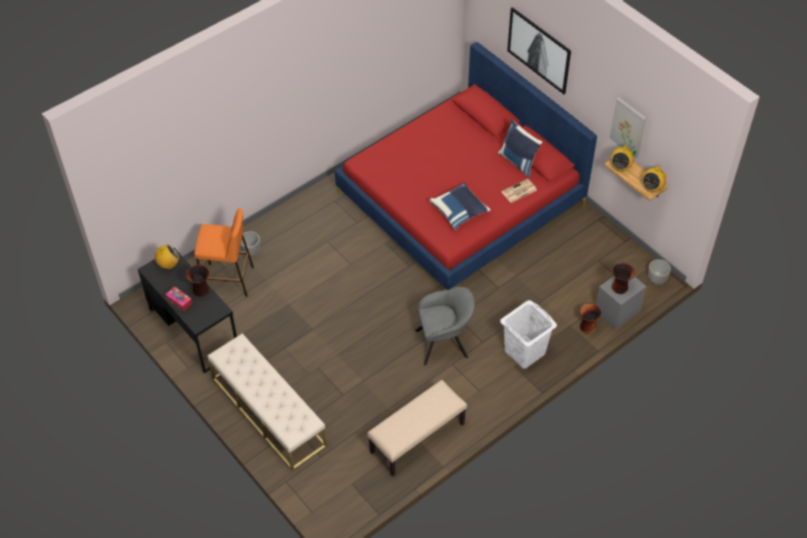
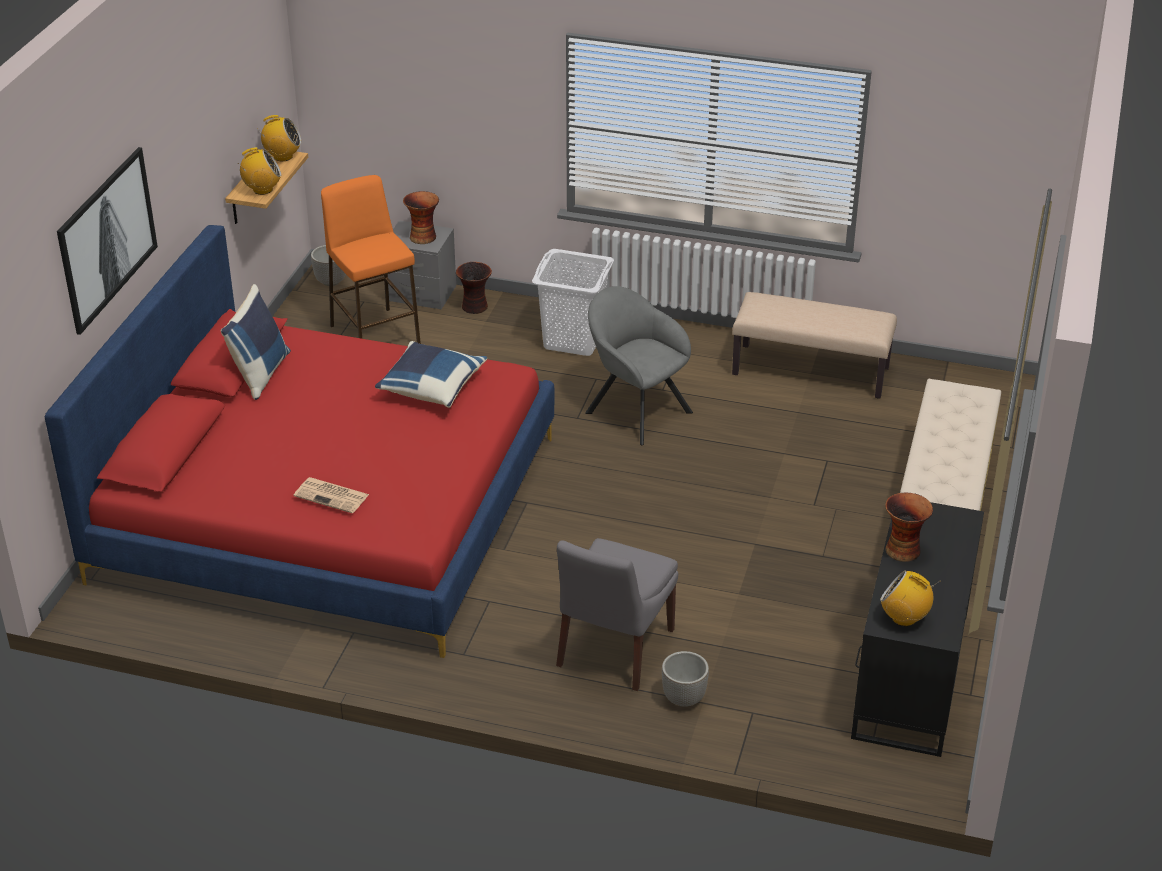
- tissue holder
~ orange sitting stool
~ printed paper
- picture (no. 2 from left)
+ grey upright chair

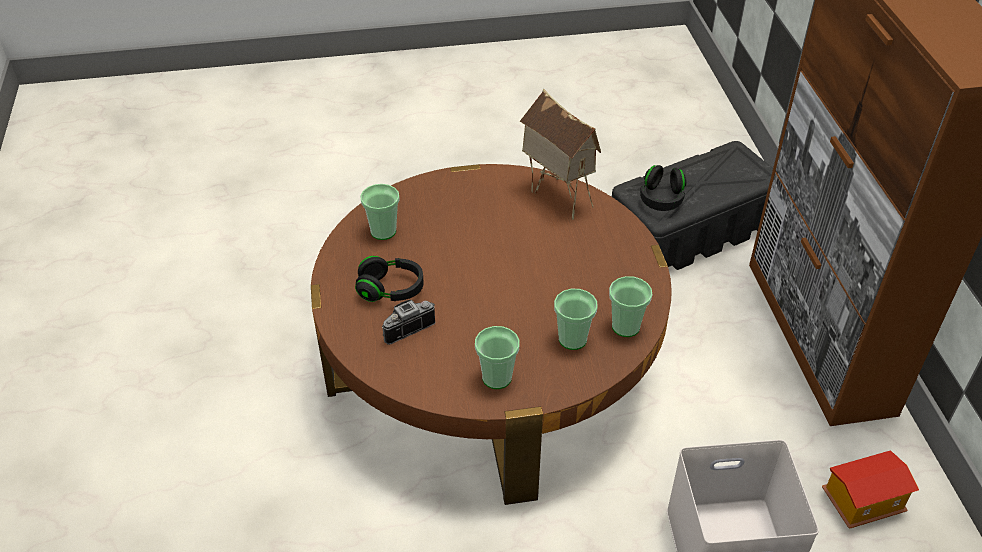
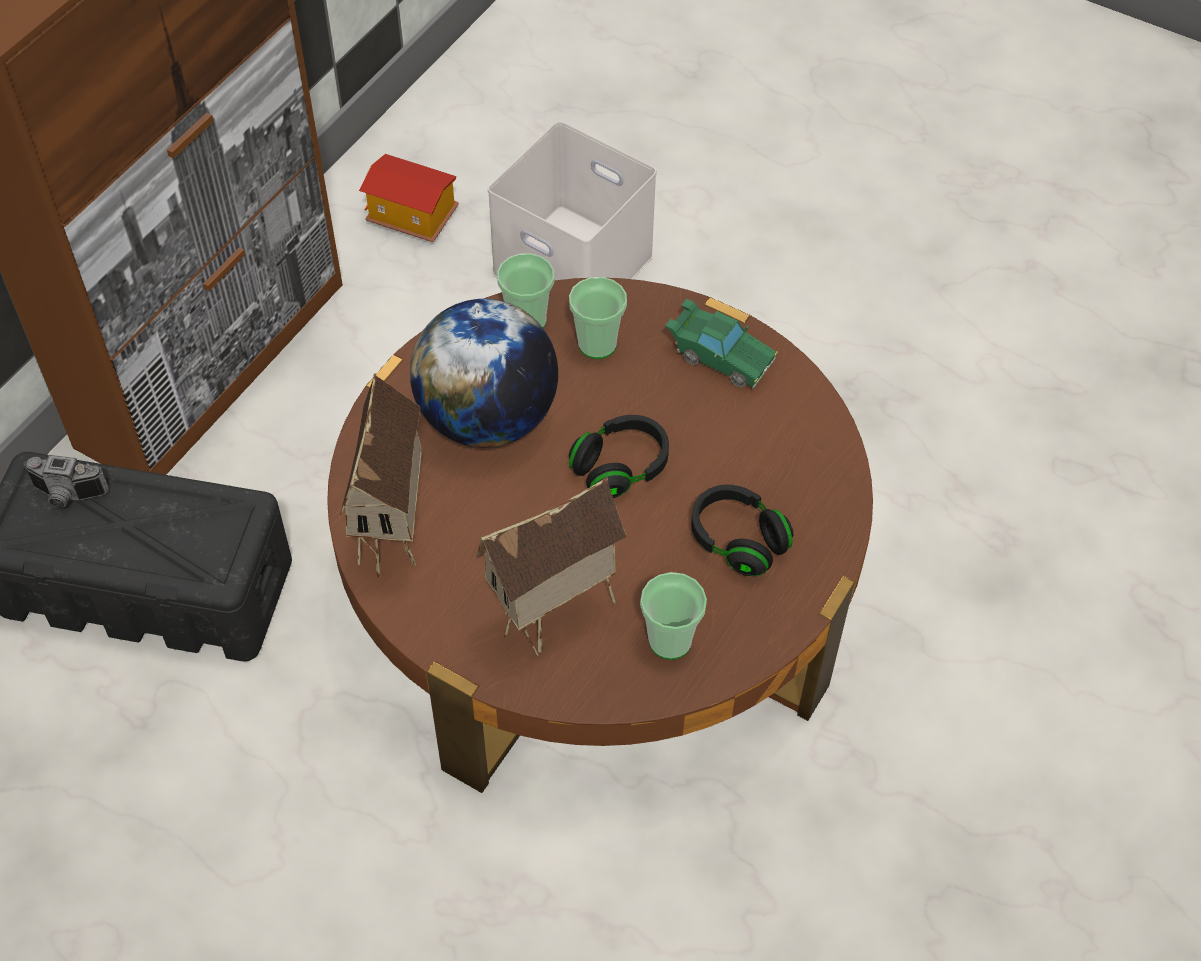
~ still camera
~ cup (no. 2 from left) to greenish miniature car
~ black-coloured headset (no. 2 from left in the first image) to black-coloured headset (no. 1 from left)
+ globe
+ miniature house (no. 3 from left)

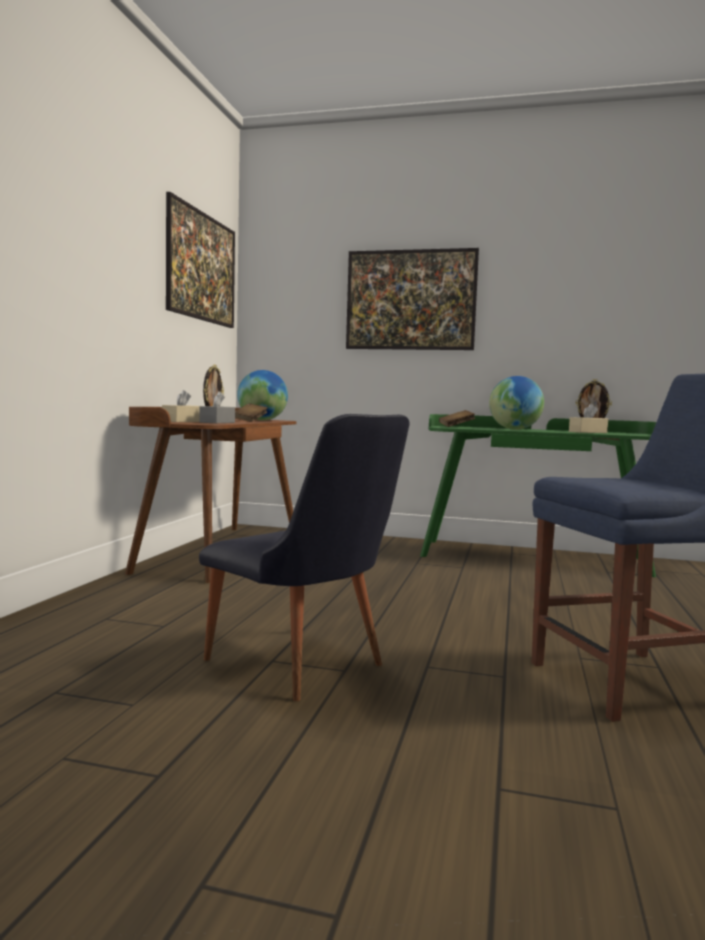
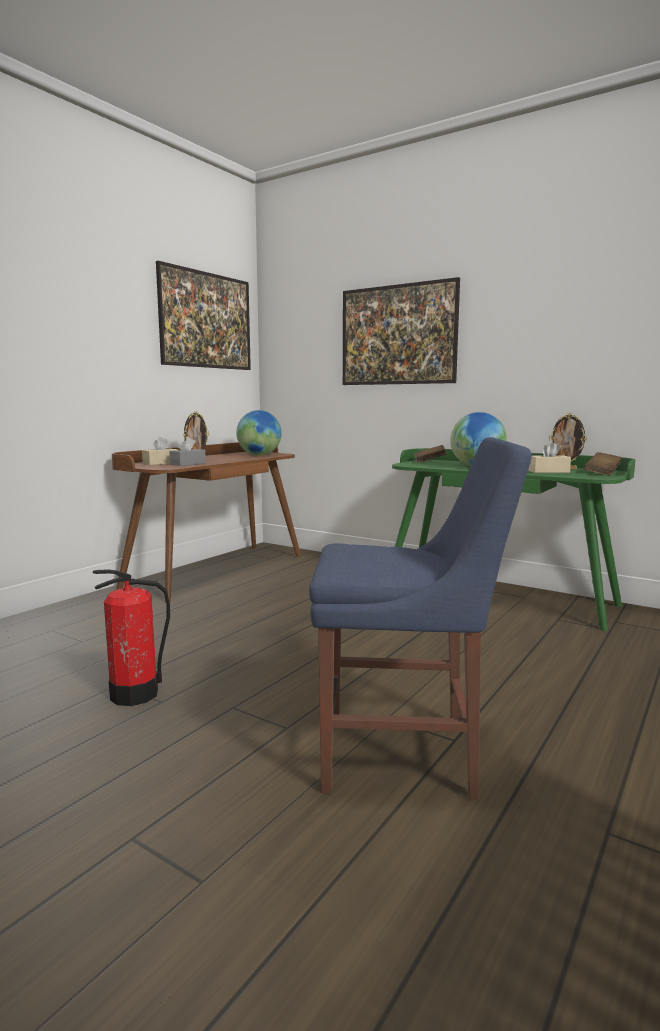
~ black-coloured upright chair to fire-fighting cylinder
~ brownish volume (no. 1 from left in the first image) to brownish volume (no. 2 from left)

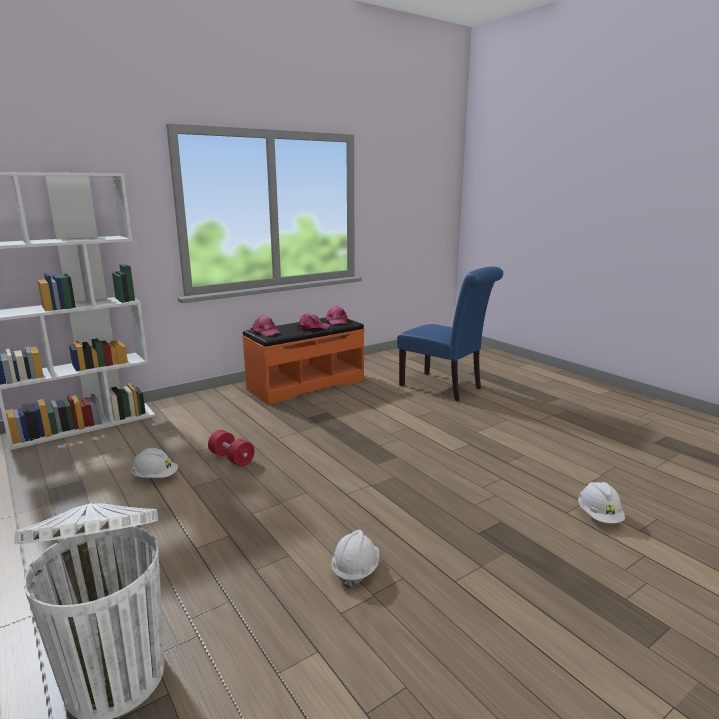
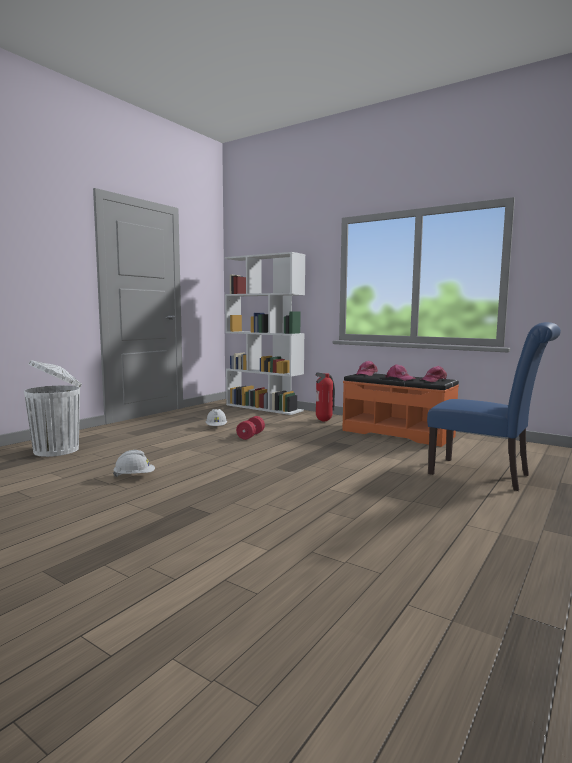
~ blue upright chair 75 degrees counterclockwise
- white safety helmet (no. 3 from left)
+ fire-fighting cylinder

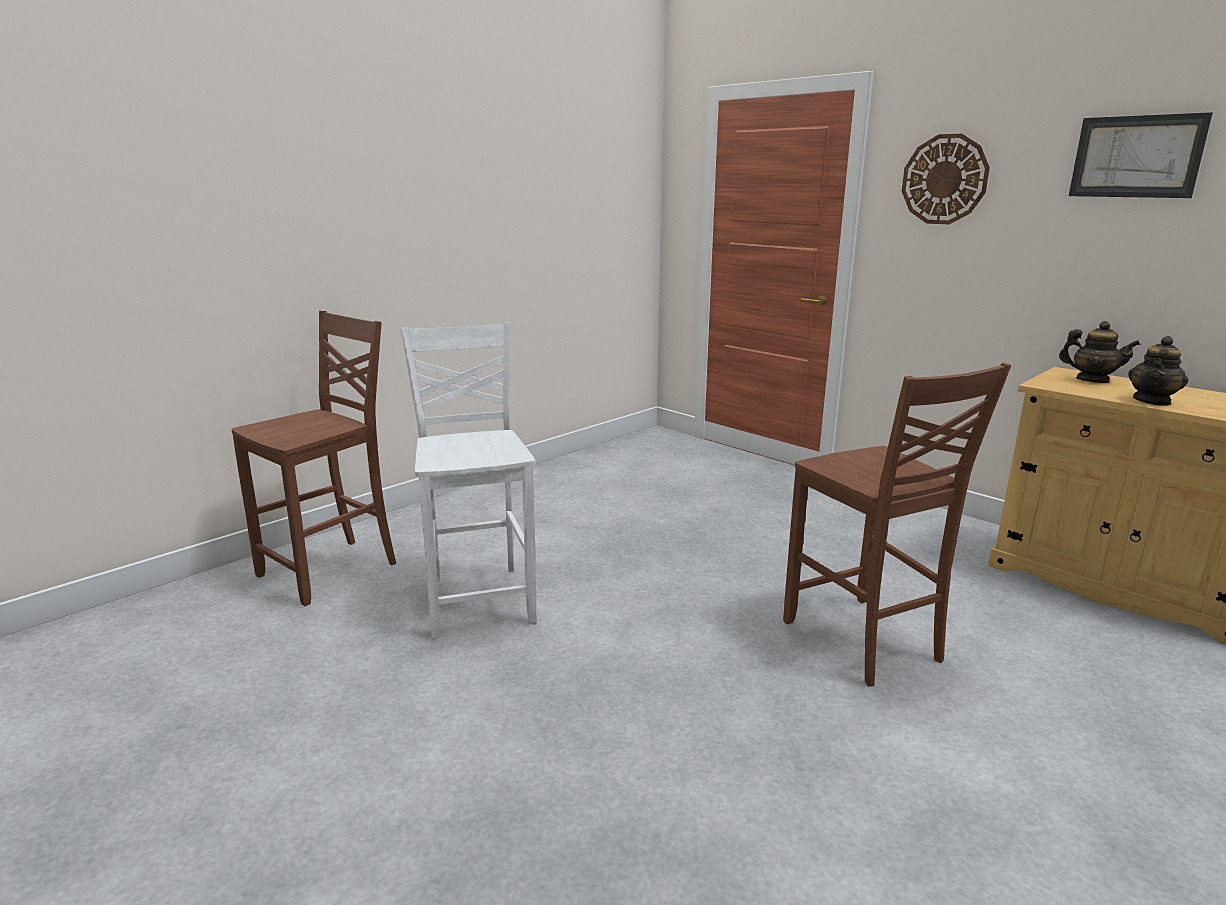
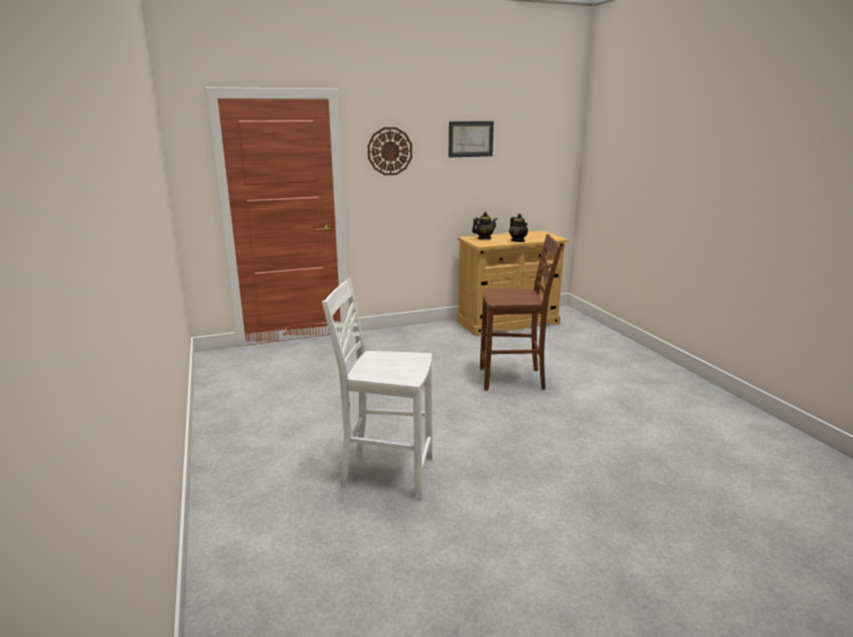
- brownish upright chair (no. 1 from left)

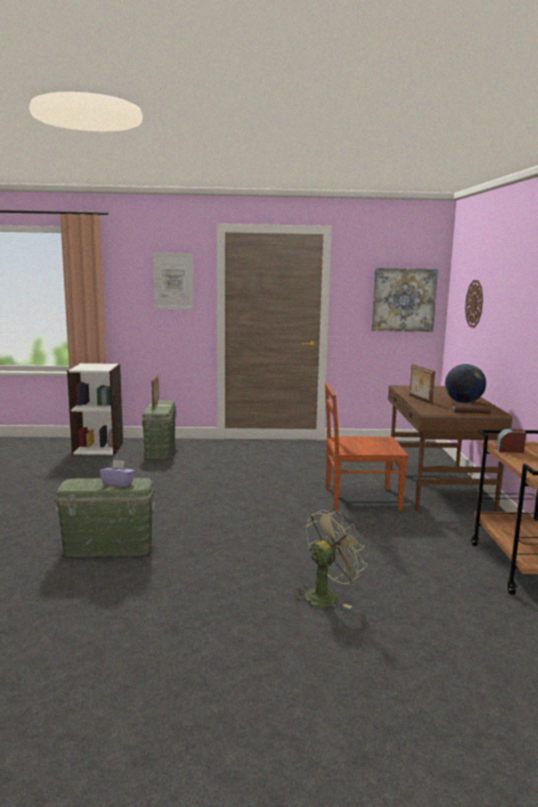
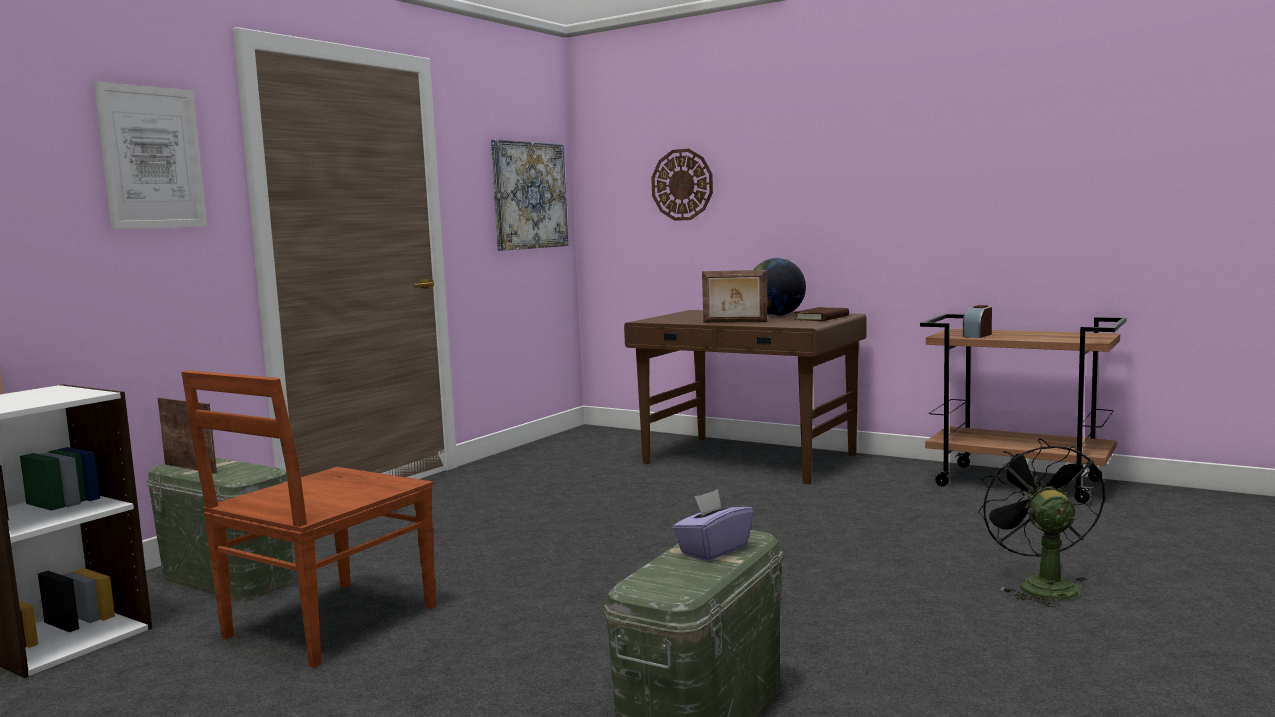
~ greenish fan to black-coloured fan
~ brownish upright chair

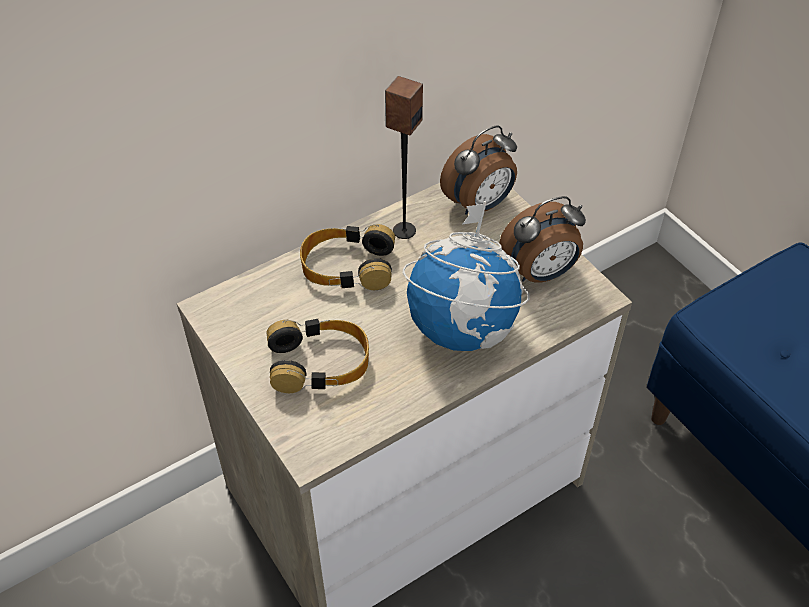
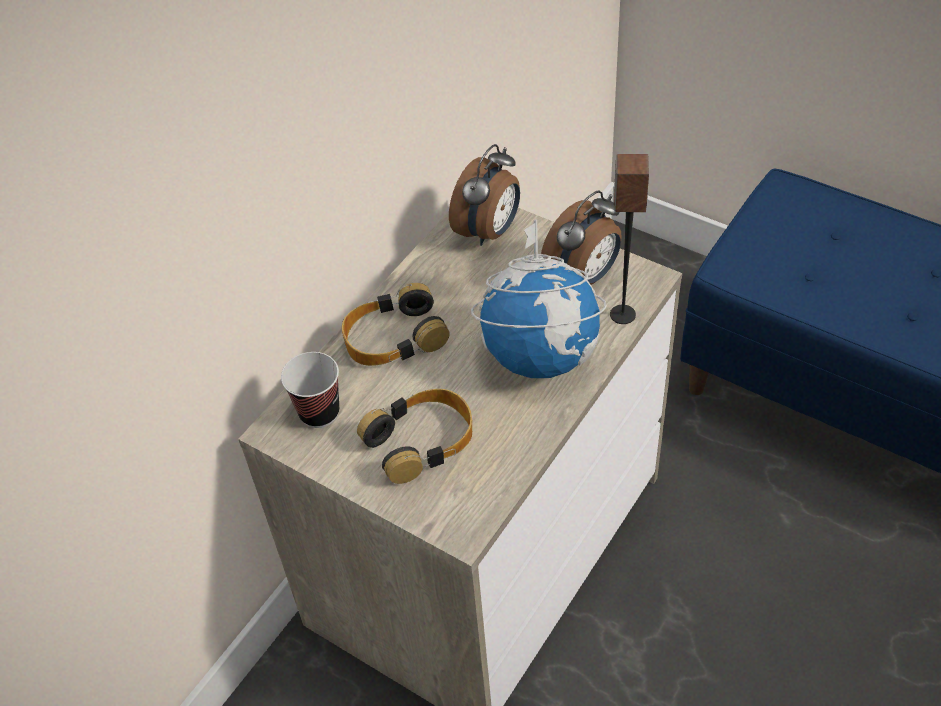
~ speaker
+ cup

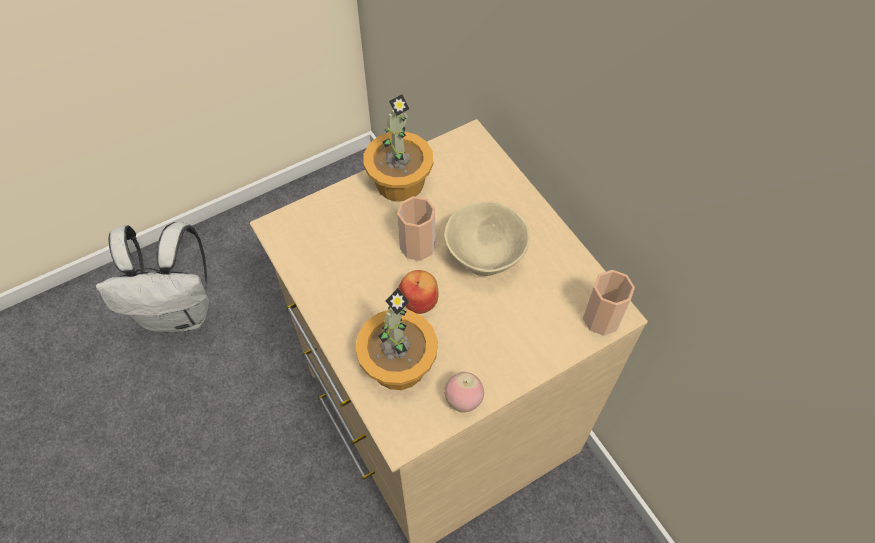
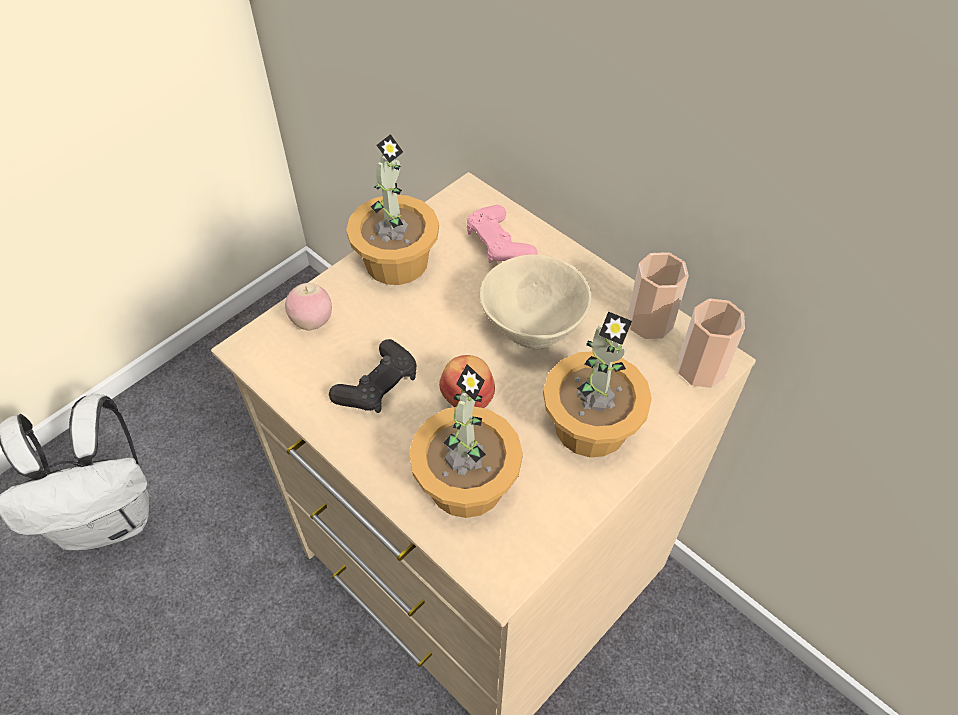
~ cup (no. 1 from left)
~ apple (no. 2 from left in the first image) to apple (no. 1 from left)
+ black-coloured joypad
+ pinkish joypad
+ plant in a pot (no. 3 from left)

